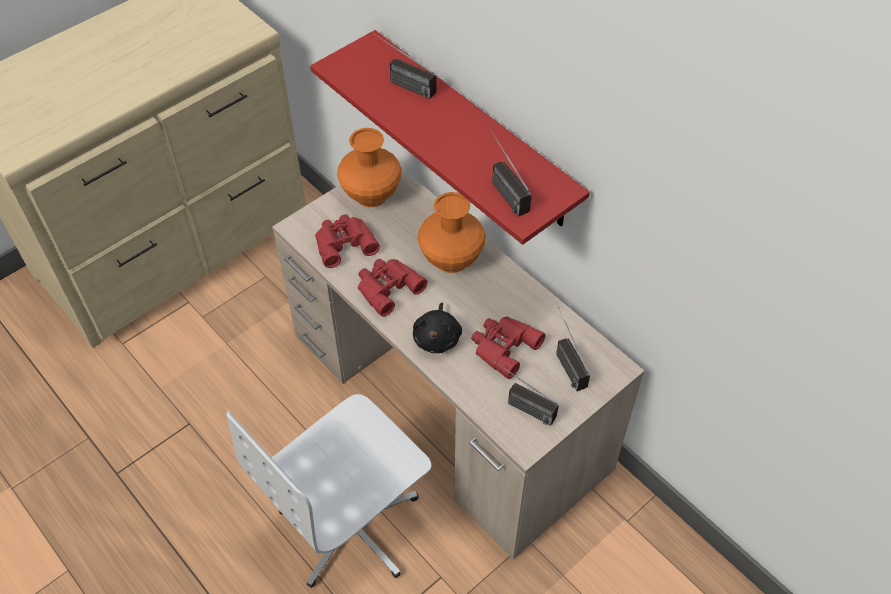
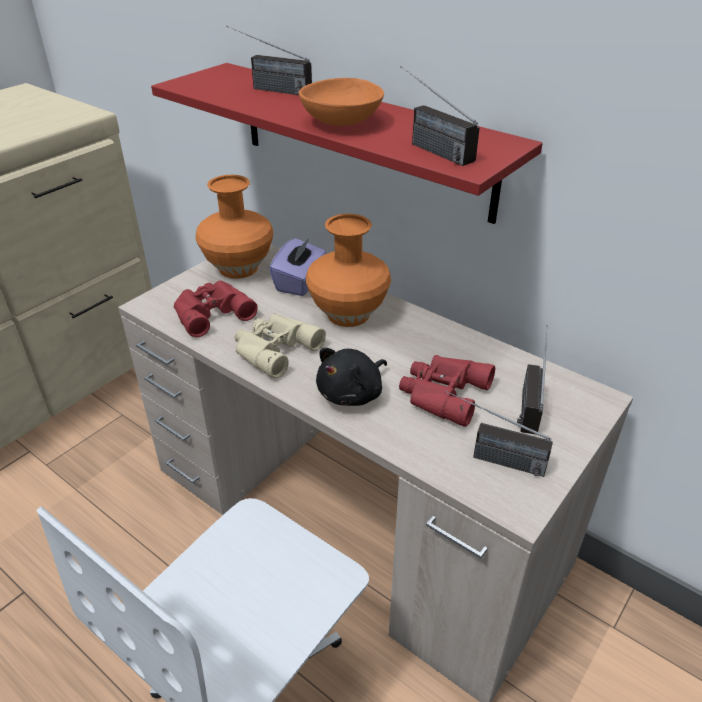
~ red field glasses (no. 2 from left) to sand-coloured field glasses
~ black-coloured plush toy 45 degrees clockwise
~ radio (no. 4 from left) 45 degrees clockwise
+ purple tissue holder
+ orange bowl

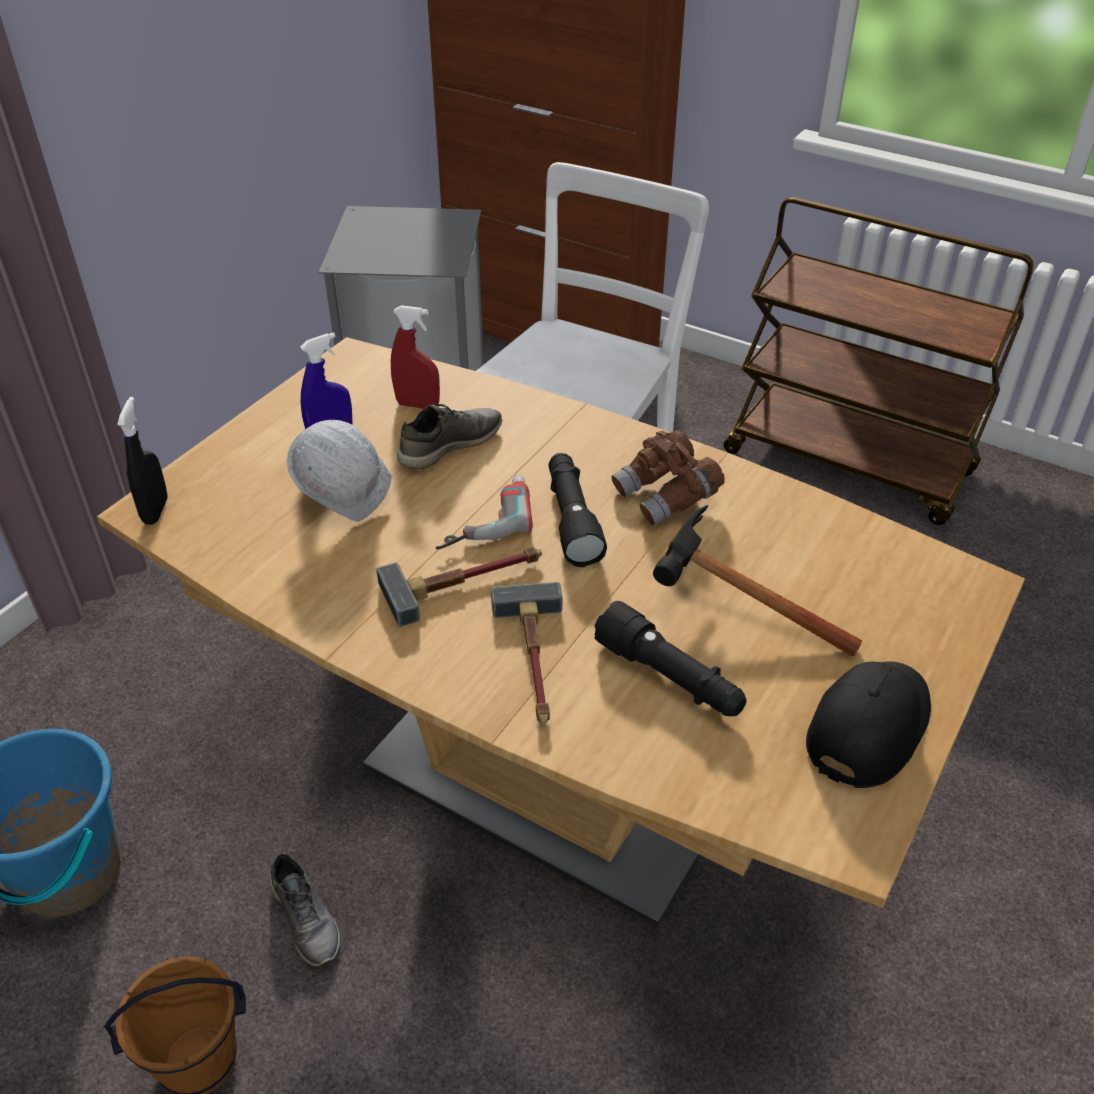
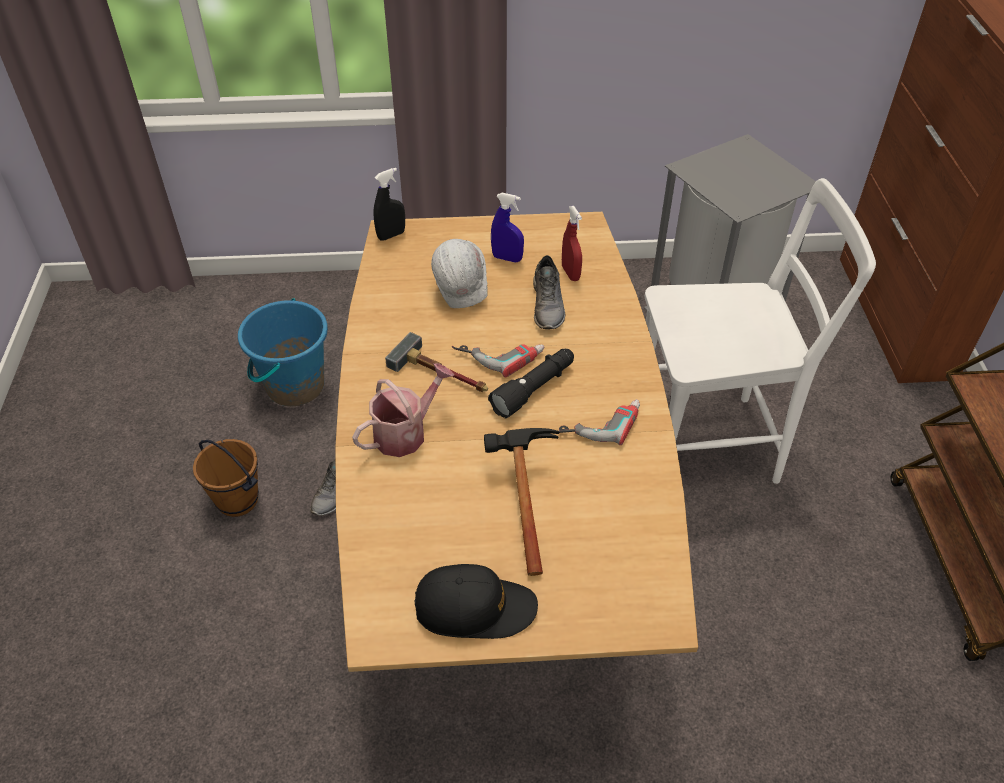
~ grey shoe (no. 2 from left) 75 degrees clockwise
~ hammer (no. 2 from left) to sprinkling can
- black-coloured flashlight (no. 2 from left)
~ brownish field glasses to power drill (no. 2 from left)

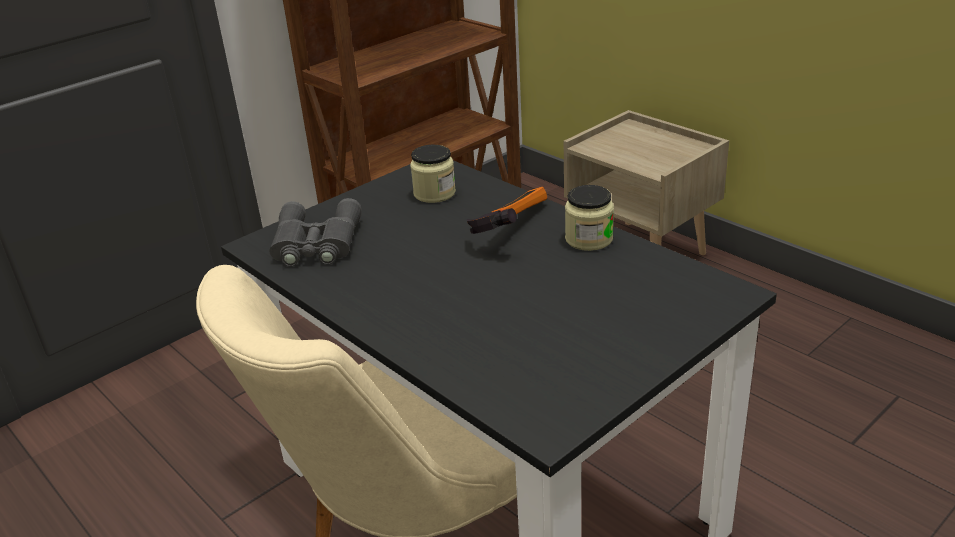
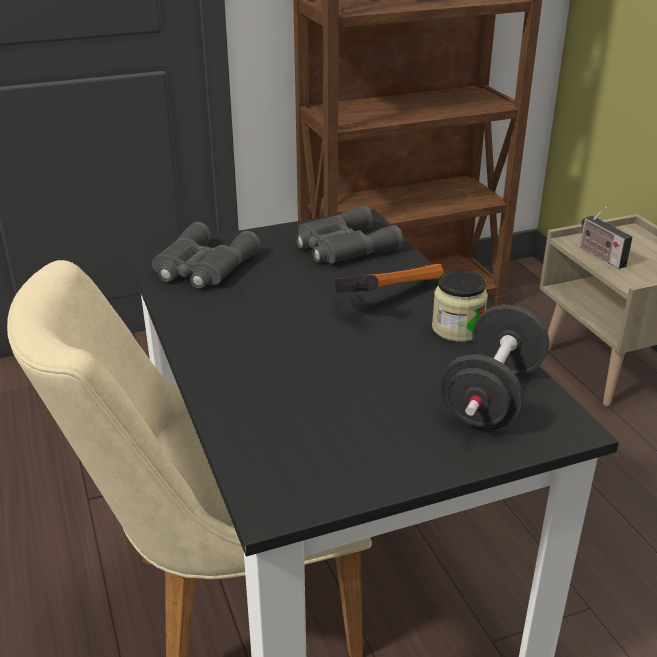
~ jar (no. 1 from left) to grey field glasses (no. 2 from left)
+ black-coloured dumbbell
+ radio

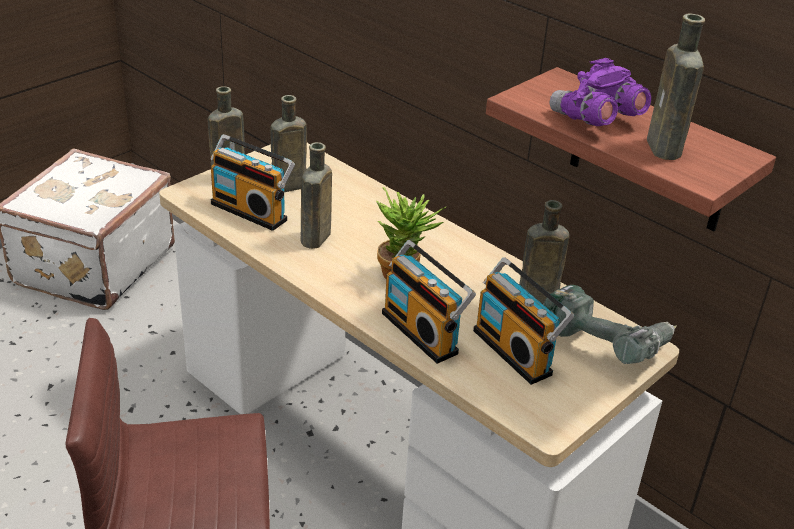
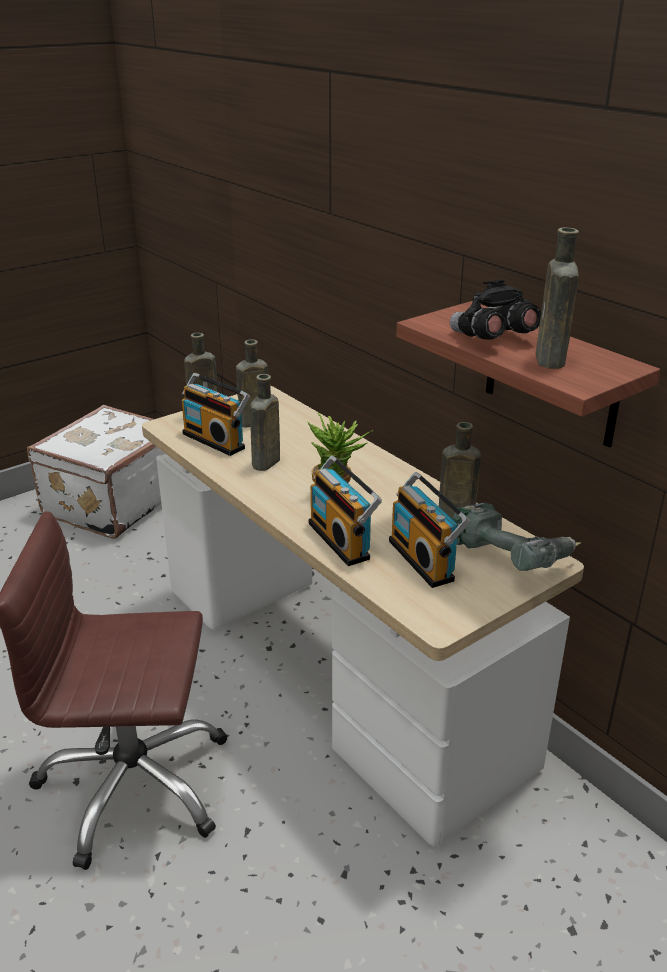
~ purple field glasses to black-coloured field glasses

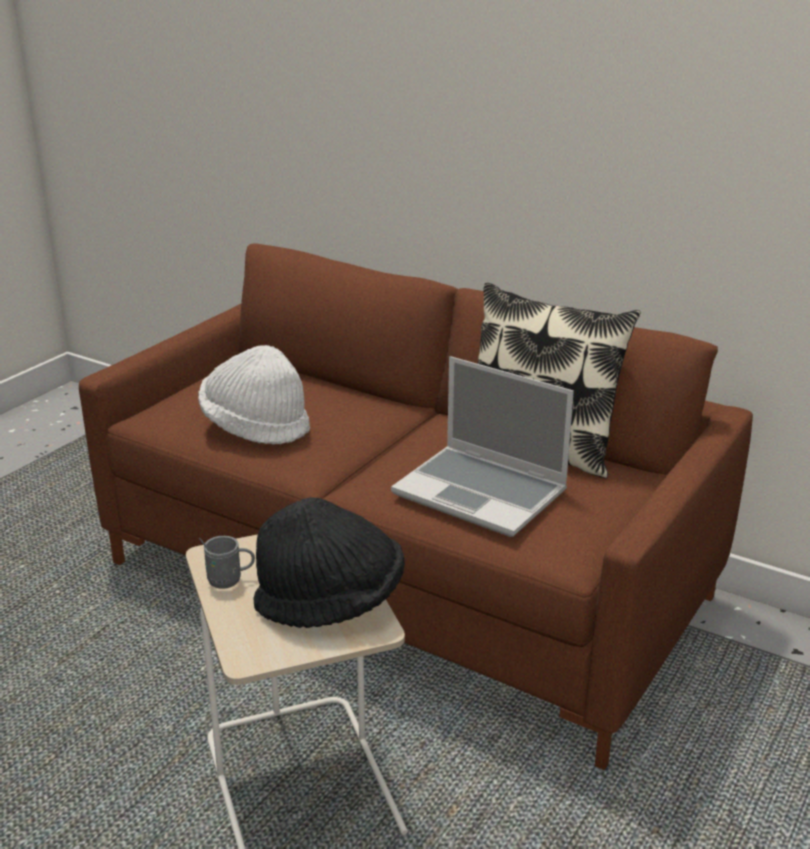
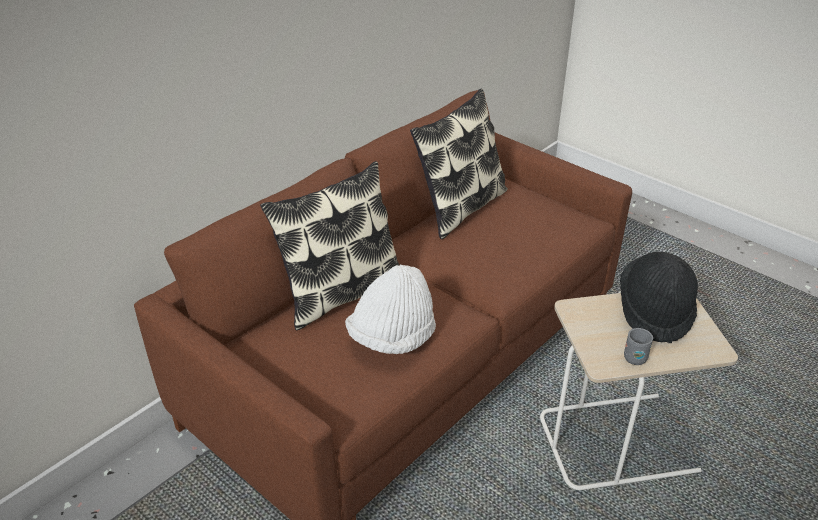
- portable computer
+ pillow (no. 1 from left)

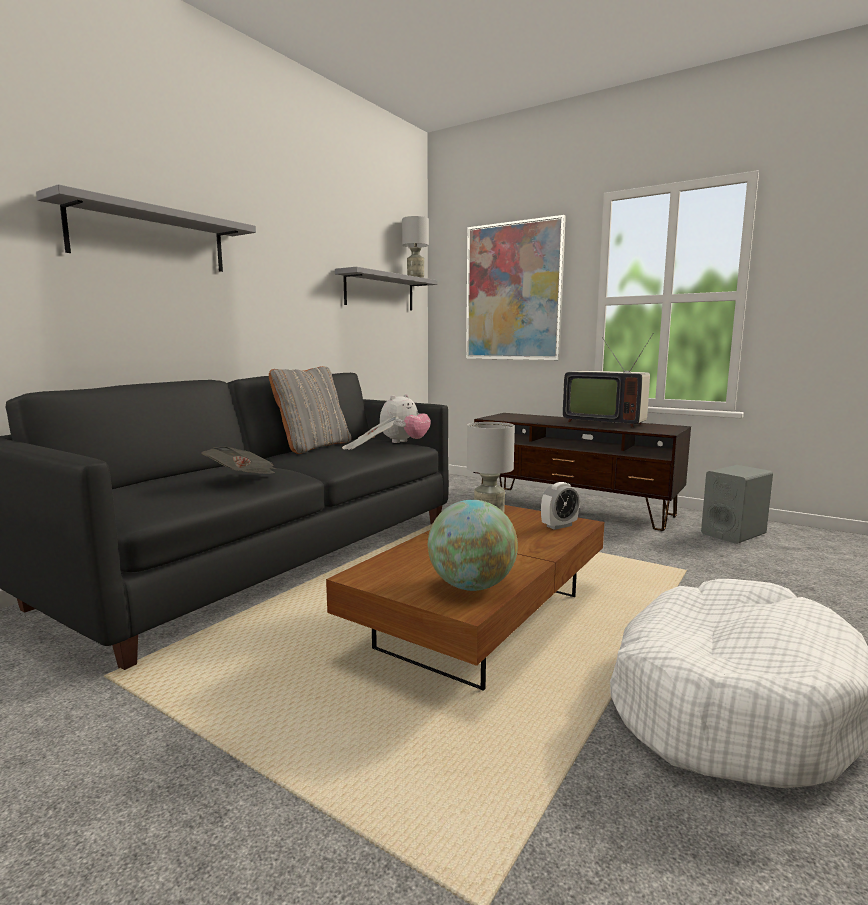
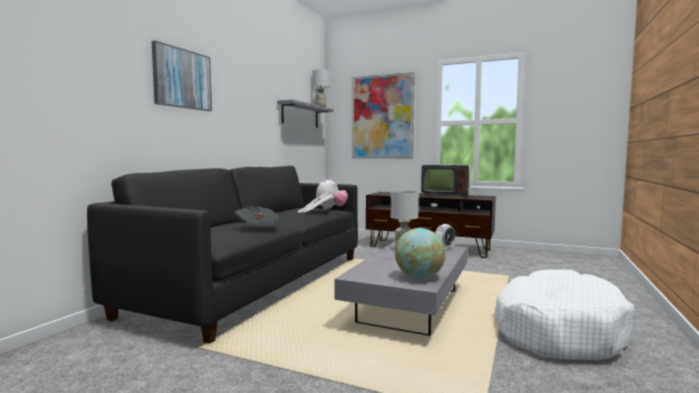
~ grey shelf (no. 1 from left) to picture (no. 1 from left)
- grey pillow
~ brownish low table to grey low table
- grey speaker

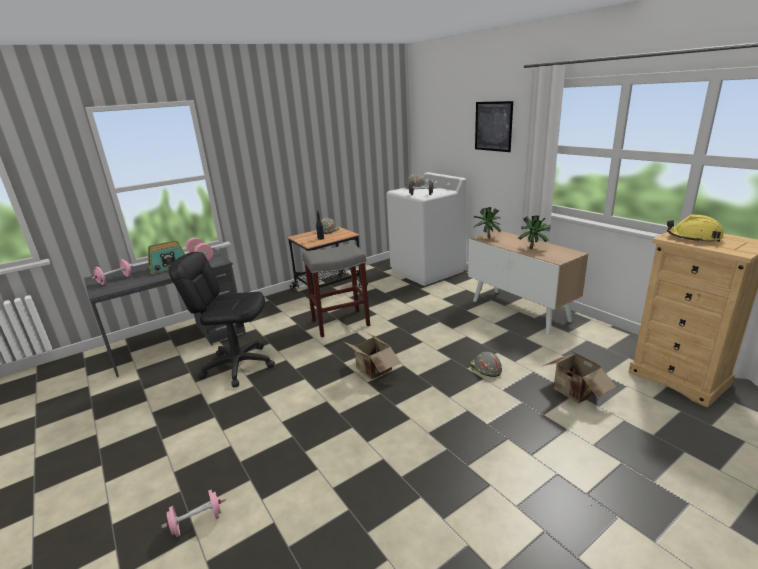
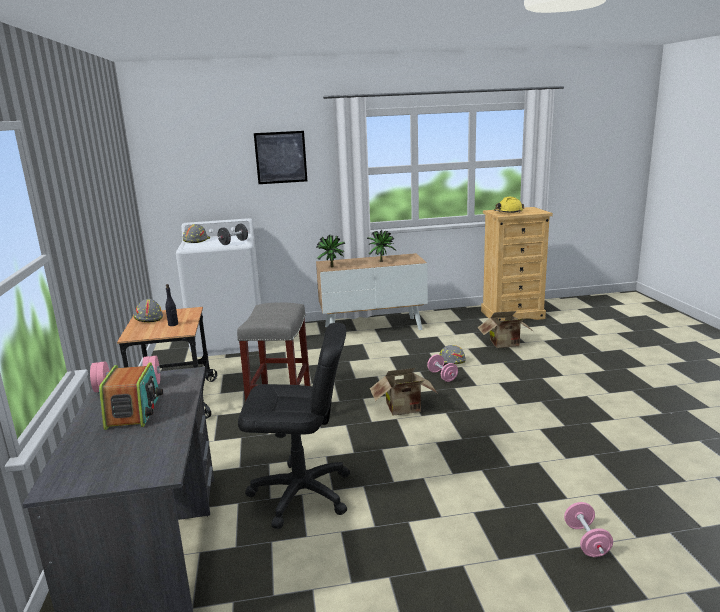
~ pinkish dumbbell (no. 1 from left in the first image) to pinkish dumbbell (no. 2 from left)
~ black-coloured office chair 120 degrees counterclockwise

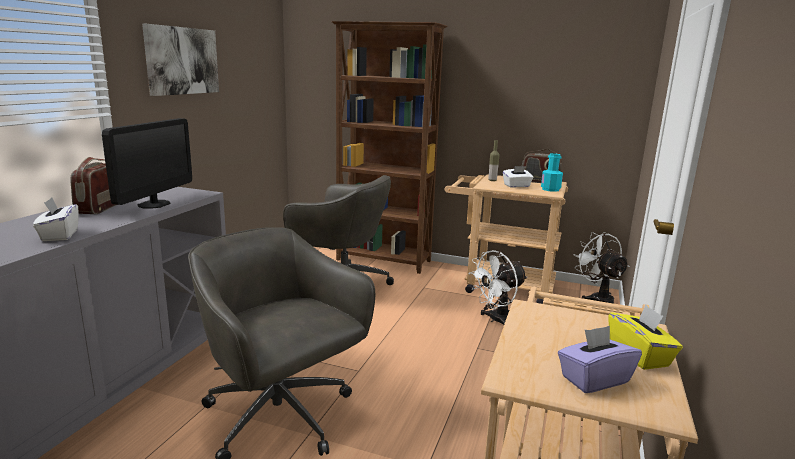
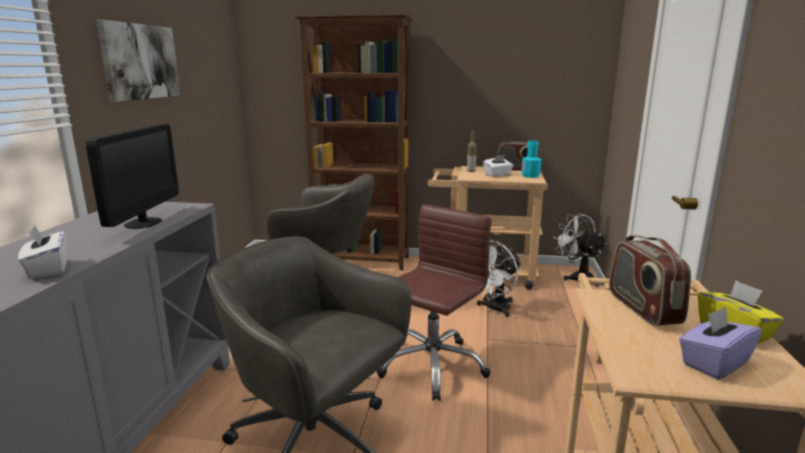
~ radio (no. 1 from left in the first image) to radio (no. 2 from left)
+ brownish office chair

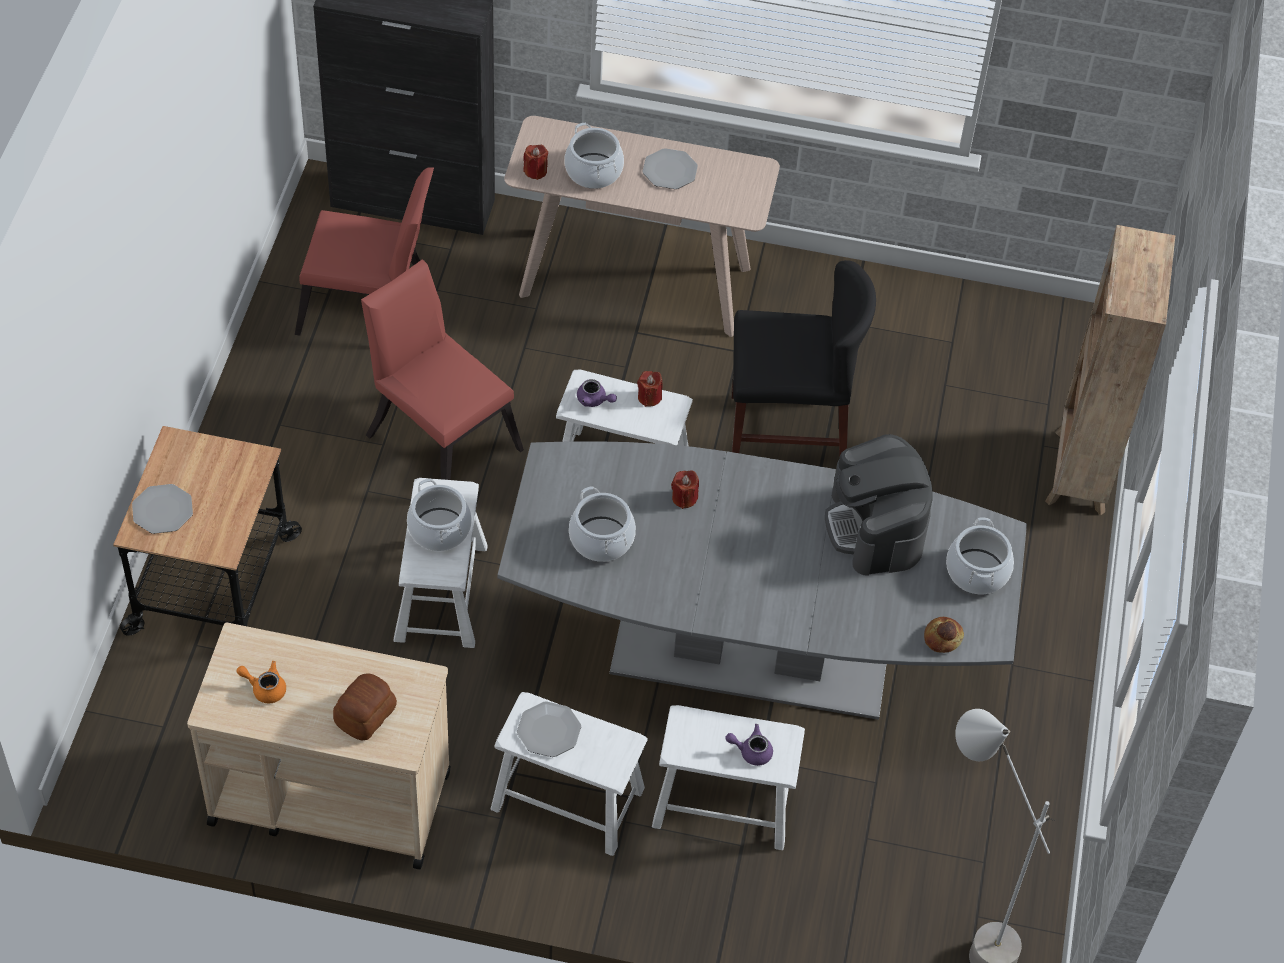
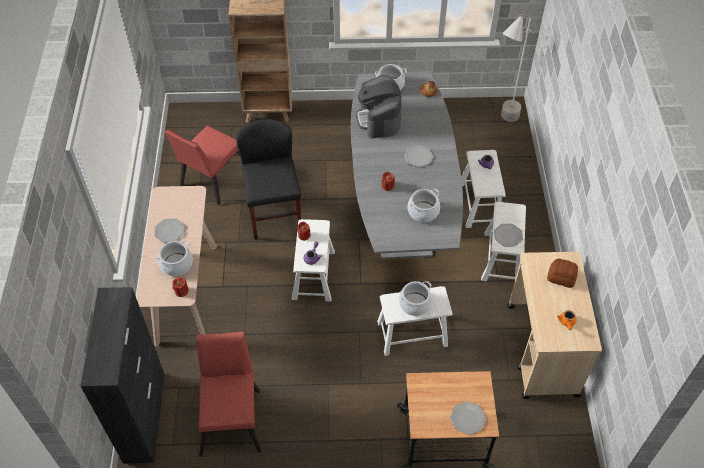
~ red upright chair (no. 2 from left in the first image) to red upright chair (no. 1 from left)
~ coffee maker 105 degrees clockwise
+ flat dish (no. 2 from left)

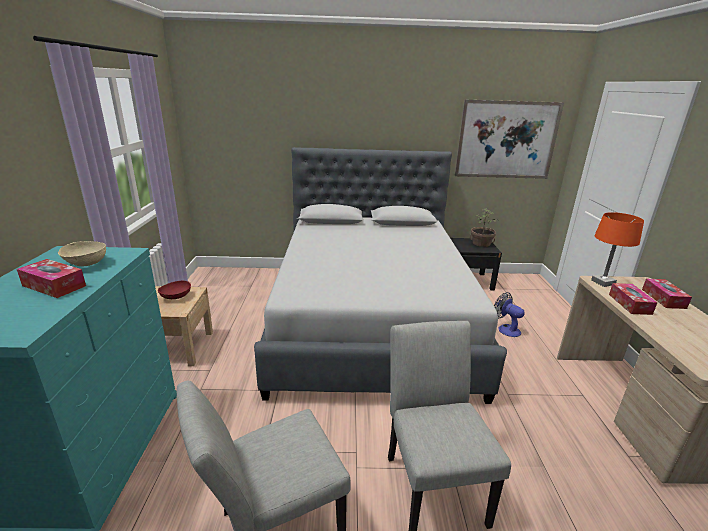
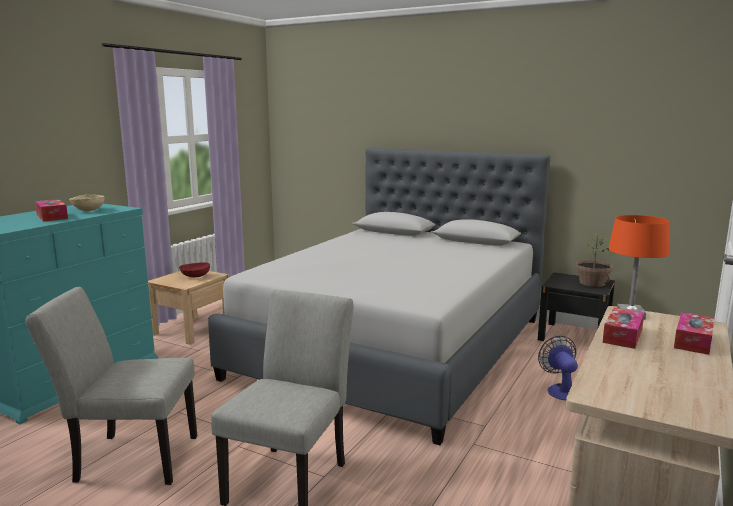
- picture

